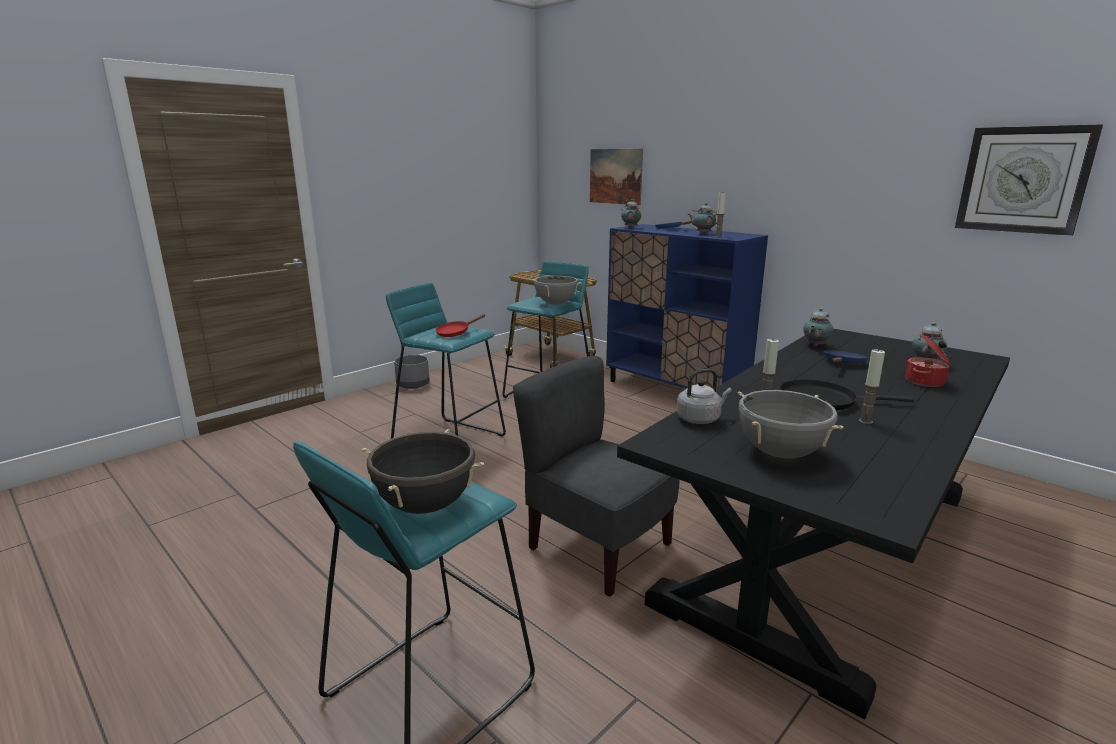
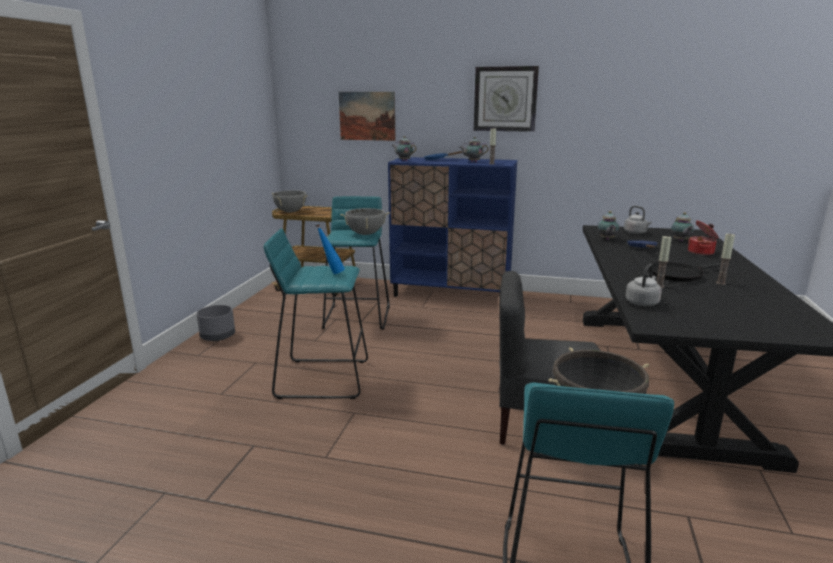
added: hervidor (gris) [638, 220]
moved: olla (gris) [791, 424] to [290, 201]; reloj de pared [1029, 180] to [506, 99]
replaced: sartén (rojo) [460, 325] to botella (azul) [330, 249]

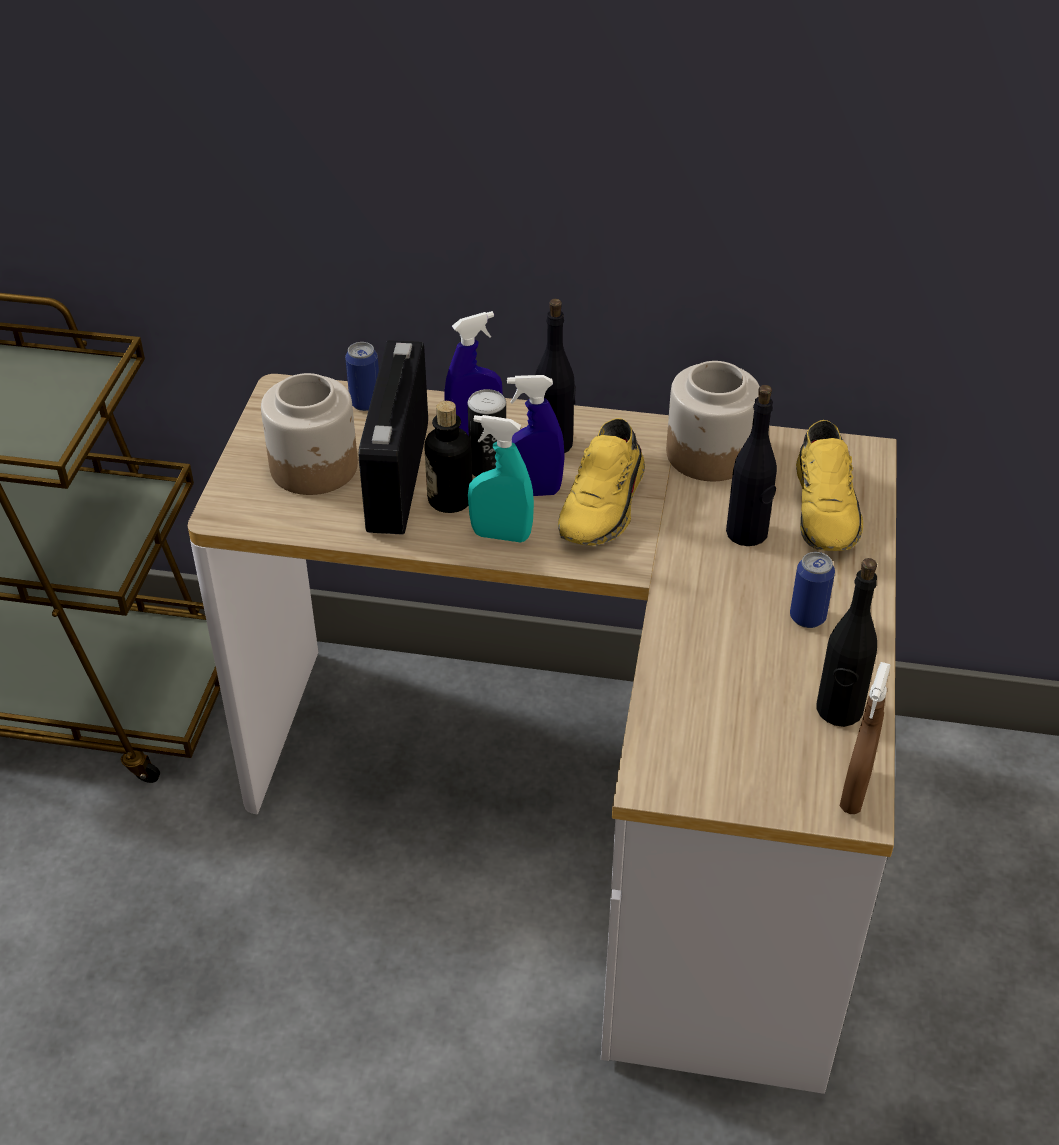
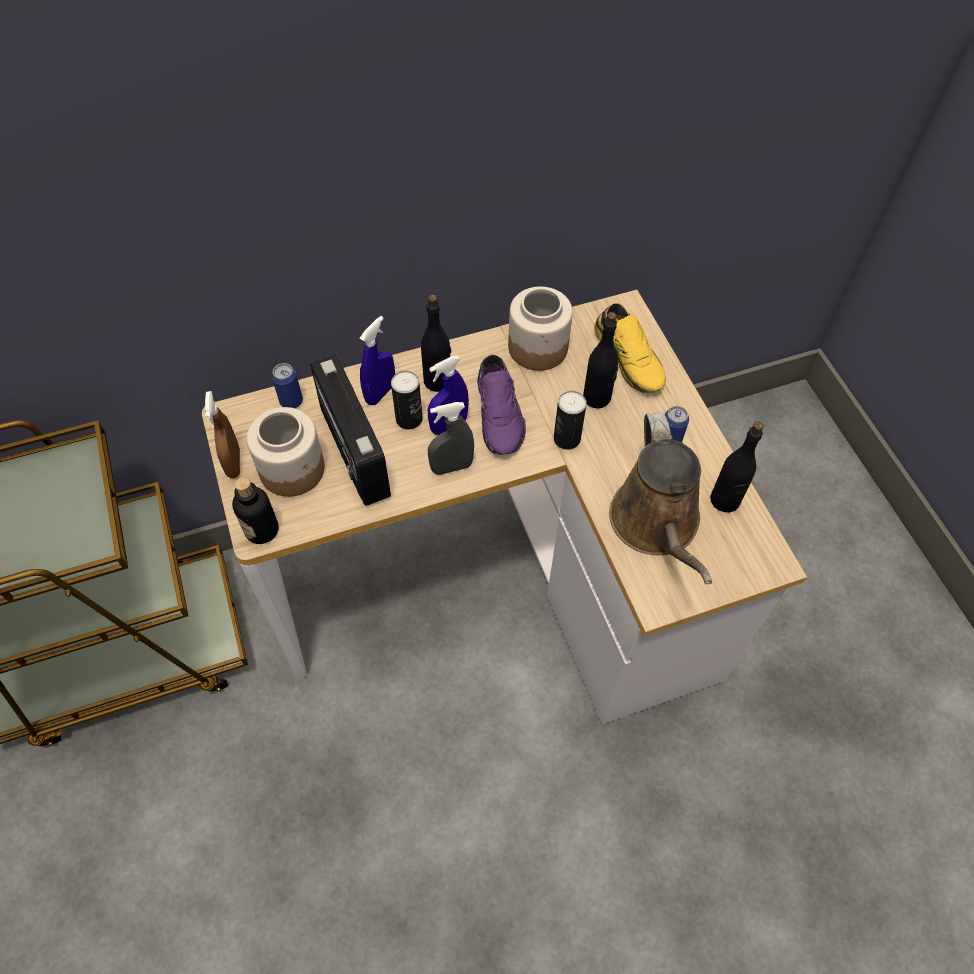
added: lata [570, 420]; regadera (marrón) [660, 498]
moved: botella [448, 457] to [255, 510]; pulverizador (marrón) [865, 738] to [222, 434]
recoloured: pulverizador (turquesa) [501, 479] to pulverizador (gris) [451, 438]; zapato (amarillo) [601, 482] to zapato (morado) [501, 405]

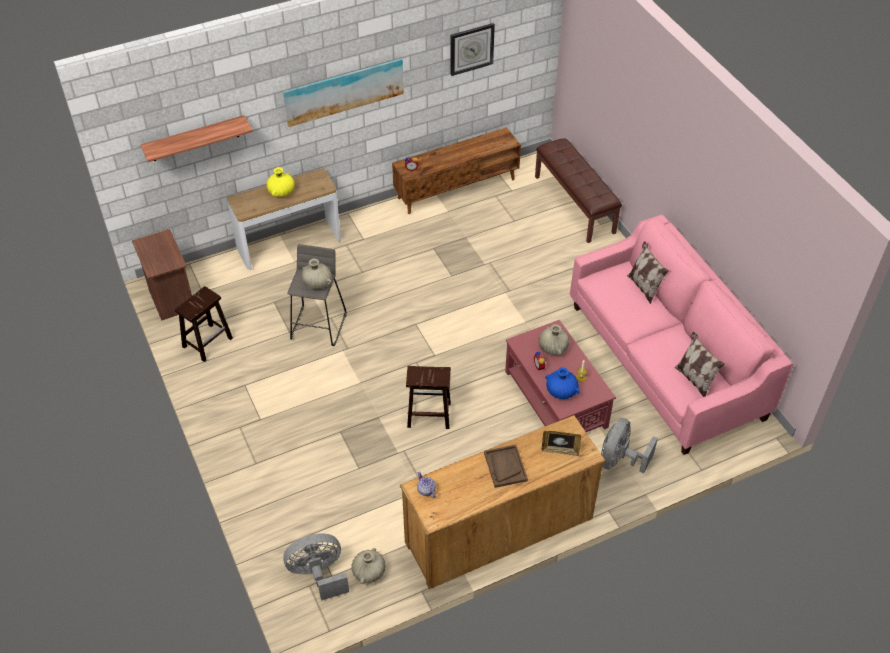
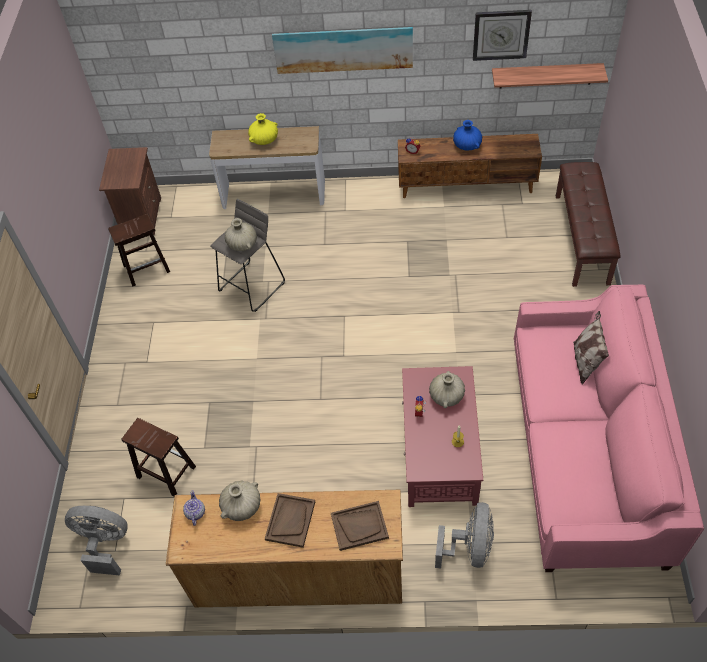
removed: cojín [699, 364]
moved: estante [196, 138] to [550, 75]; florero (beis) [368, 566] to [239, 501]; taburete (marrón) [428, 397] to [158, 457]; florero (azul) [563, 383] to [467, 135]
replaced: portarretratos [561, 443] to bandeja (marrón) [360, 526]
turned: ventilador (gris) [629, 445] = [464, 535] 135 degrees clockwise

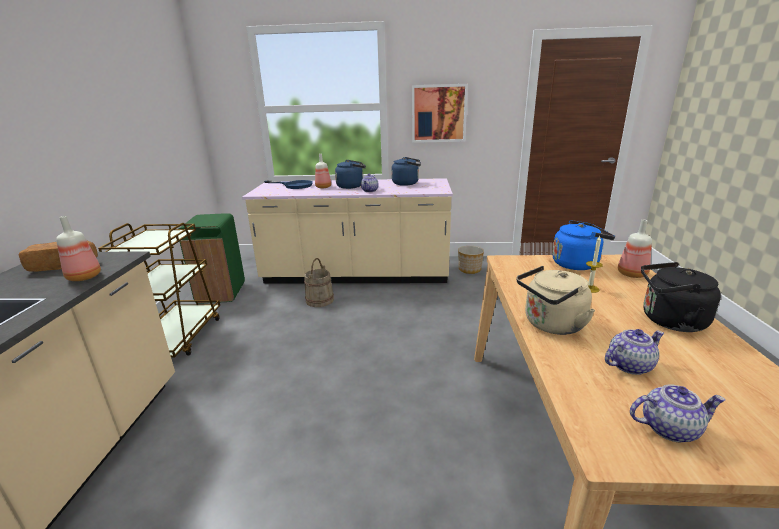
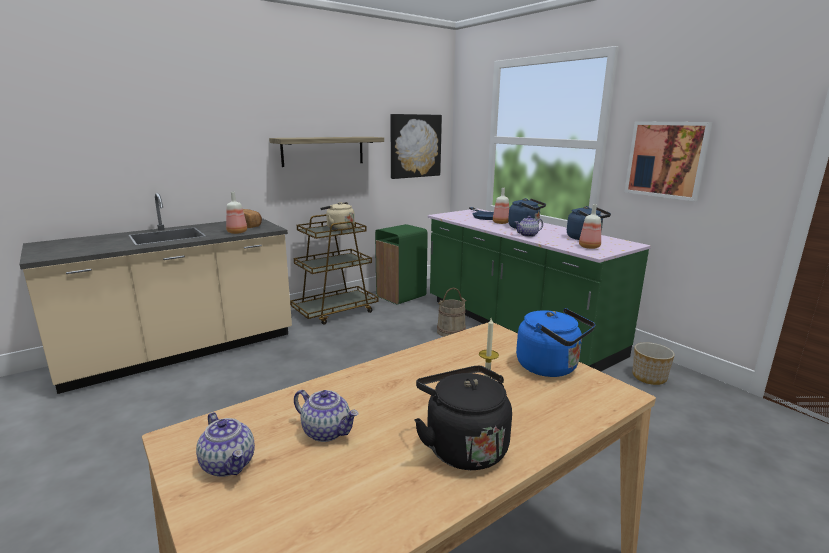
added: estante [326, 152]; cuadro [416, 146]
moved: hervidor (beis) [555, 300] to [337, 216]; botella [635, 249] to [590, 226]
recoloured: mueble bajo de cocina (beis) [347, 231] to mueble bajo de cocina (verde) [539, 290]

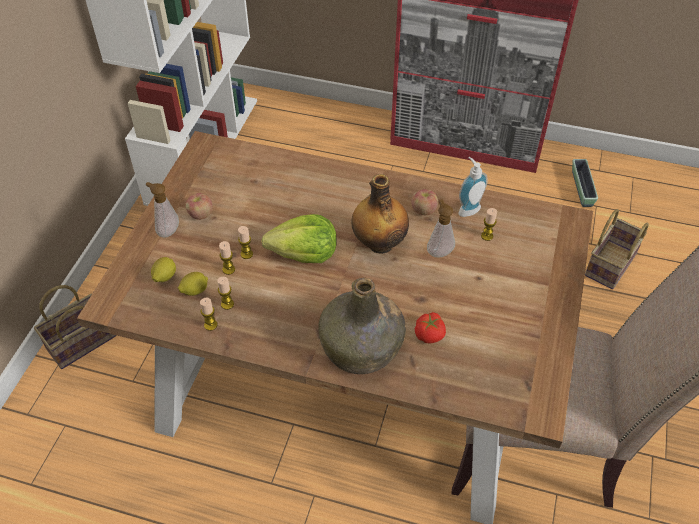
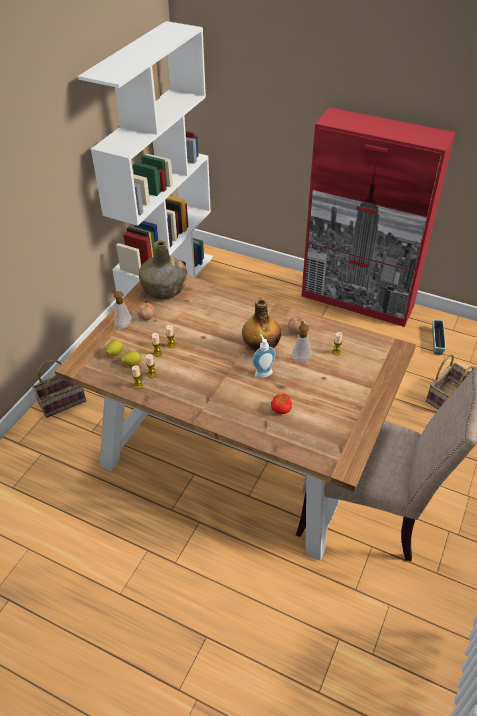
removed: lechuga [298, 238]
moved: botella (verde) [362, 326] to [163, 269]; dispensador de jabón [473, 187] to [264, 356]

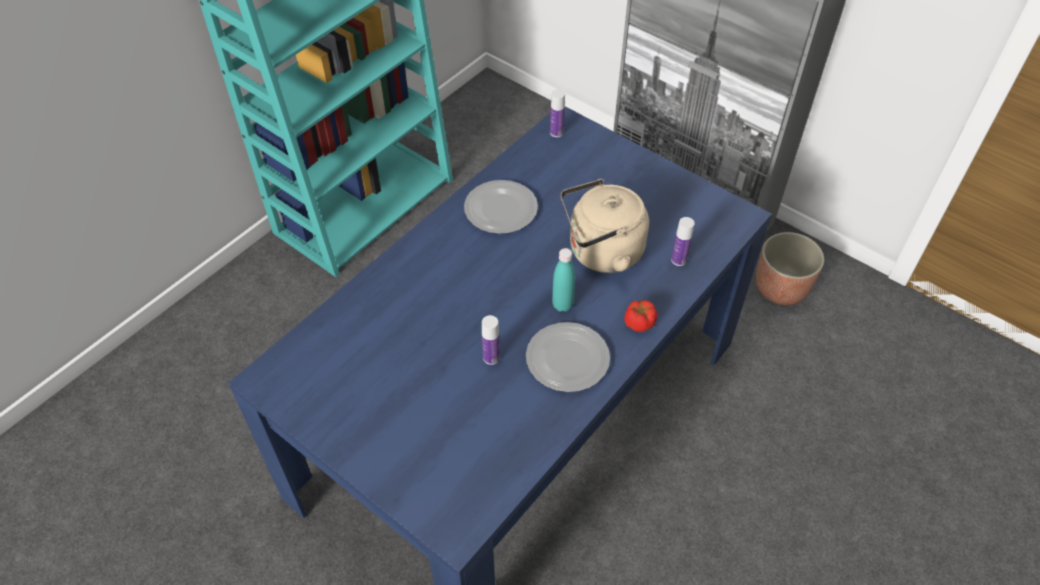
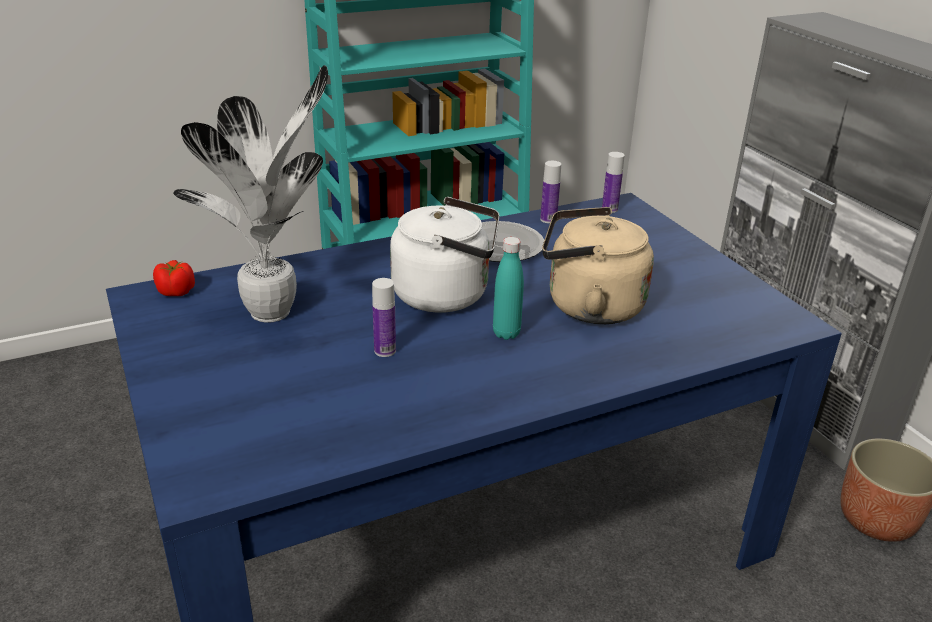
removed: plato [568, 357]
added: planta en maceta [250, 194]; hervidor (blanco) [445, 255]
moved: tomate [641, 316] to [174, 278]; botella [683, 241] to [550, 192]

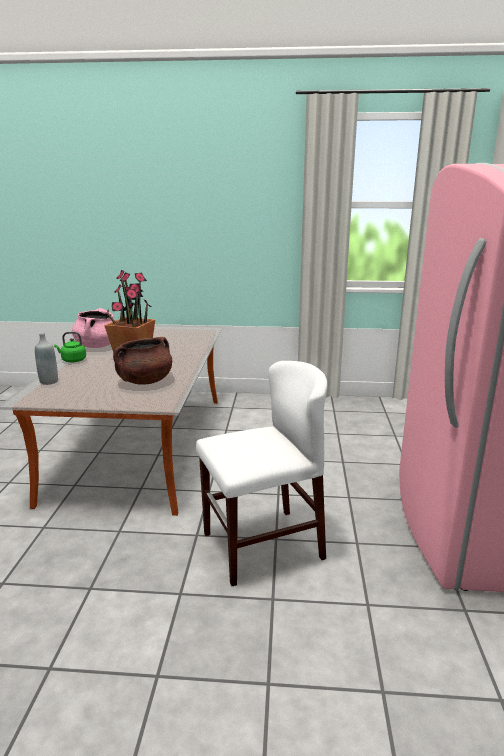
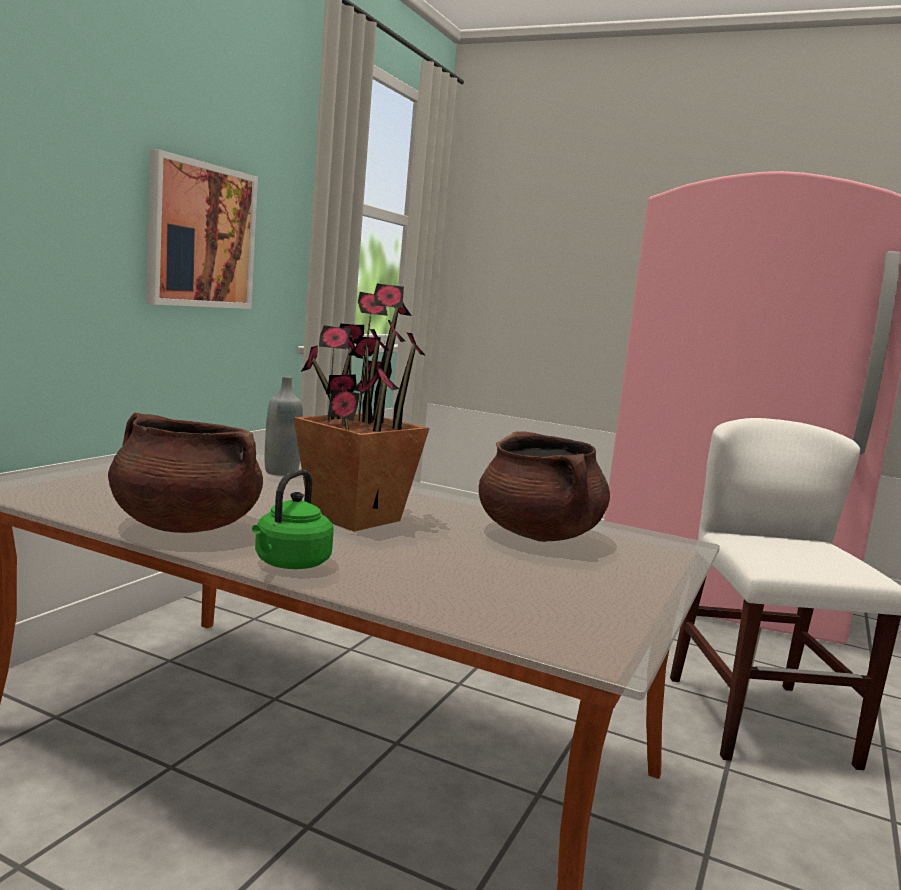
added: cuadro [202, 229]
moved: botella (gris) [46, 359] to [284, 426]
recoloured: olla (rosa) [93, 328] to olla (marrón) [185, 473]

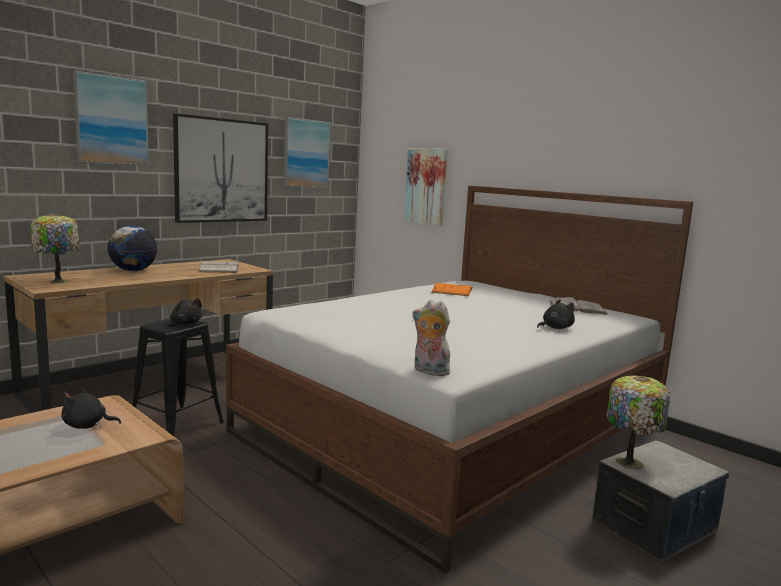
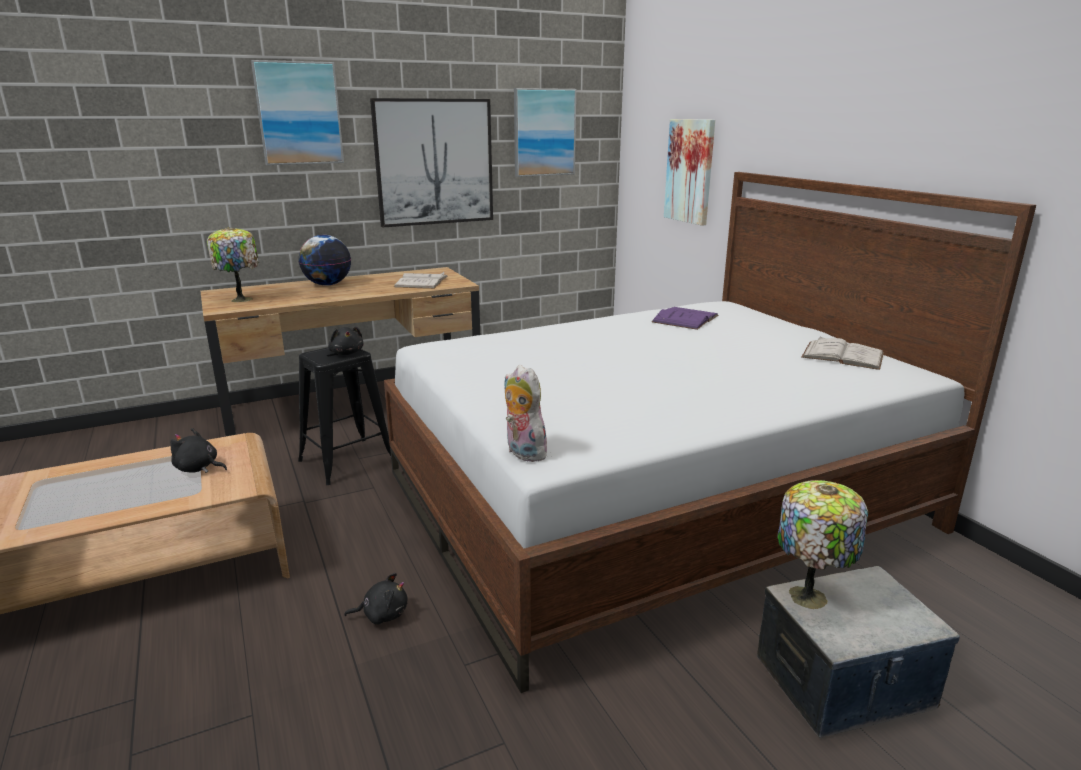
moved: peluche (negro) [556, 314] to [376, 599]
recoloured: libro (naranja) [452, 289] to libro (morado) [685, 318]

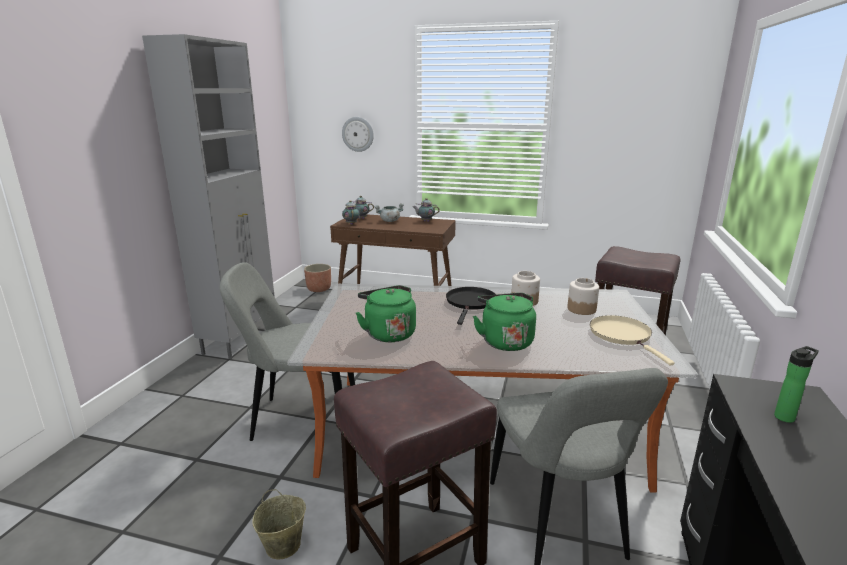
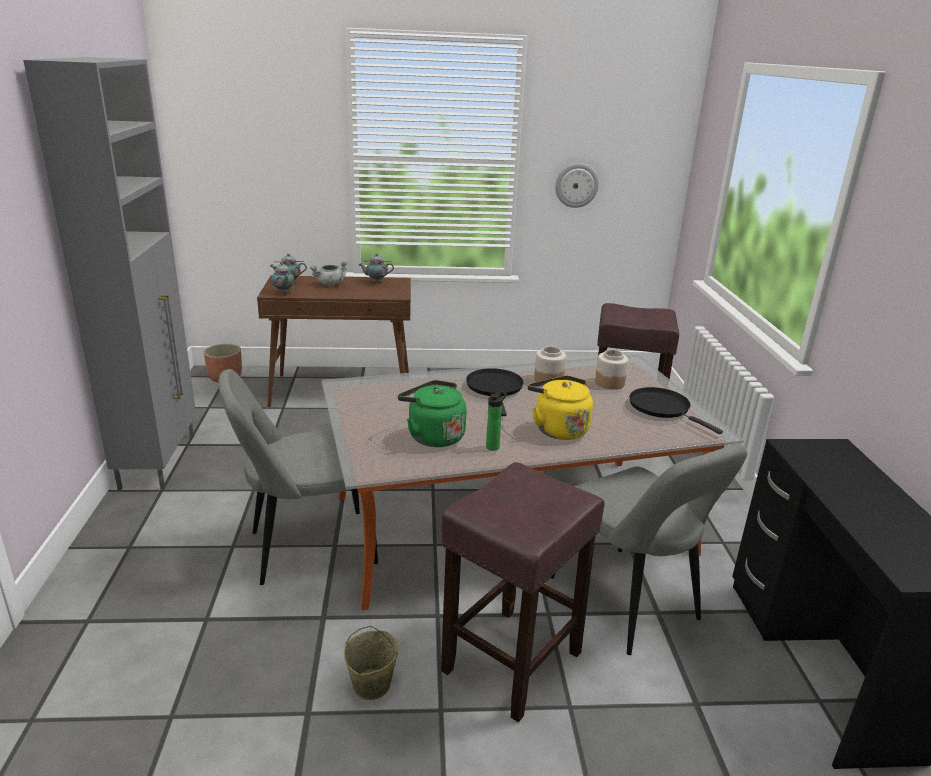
moved: reloj de pared [358, 134] to [577, 185]; botella [796, 384] to [496, 421]
recoloured: hervidor (verde) [504, 322] to hervidor (amarillo) [560, 408]; sartén (beis) [632, 340] to sartén (negro) [676, 410]

